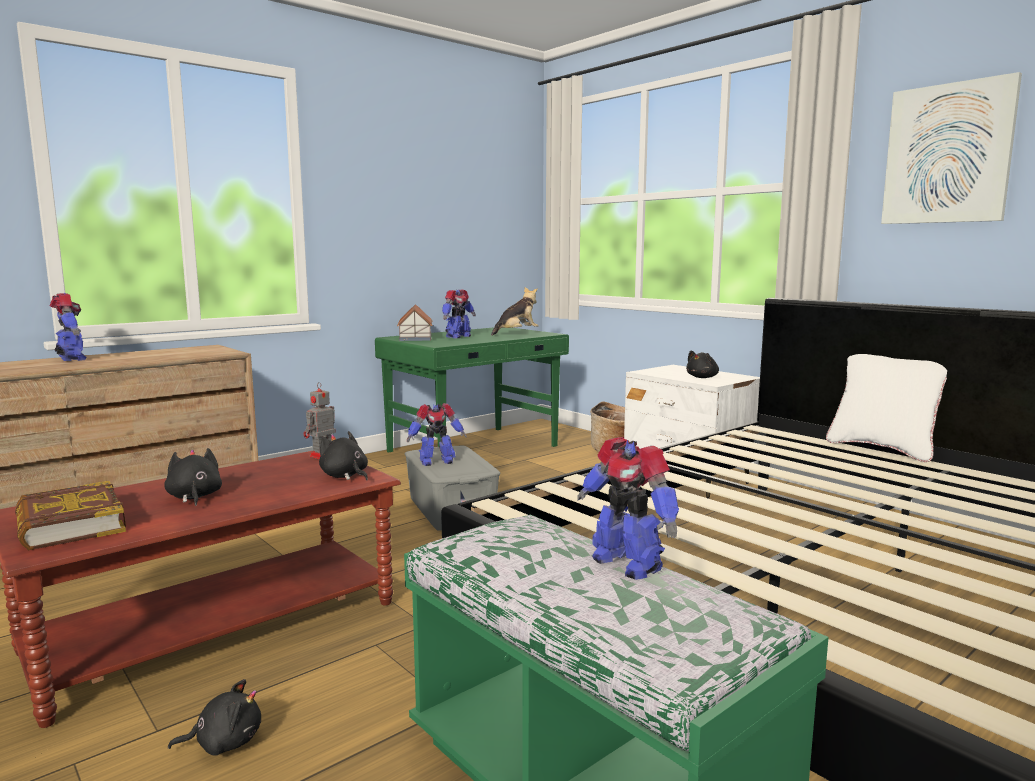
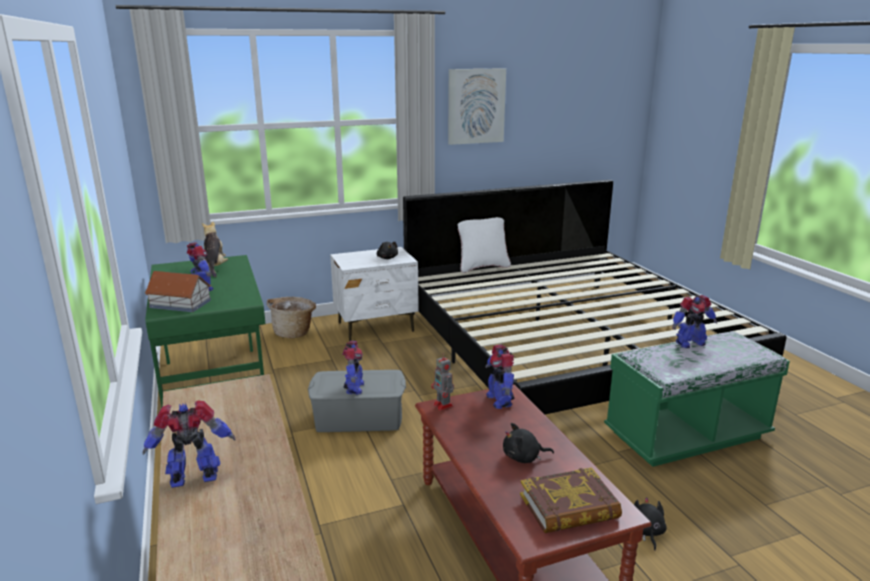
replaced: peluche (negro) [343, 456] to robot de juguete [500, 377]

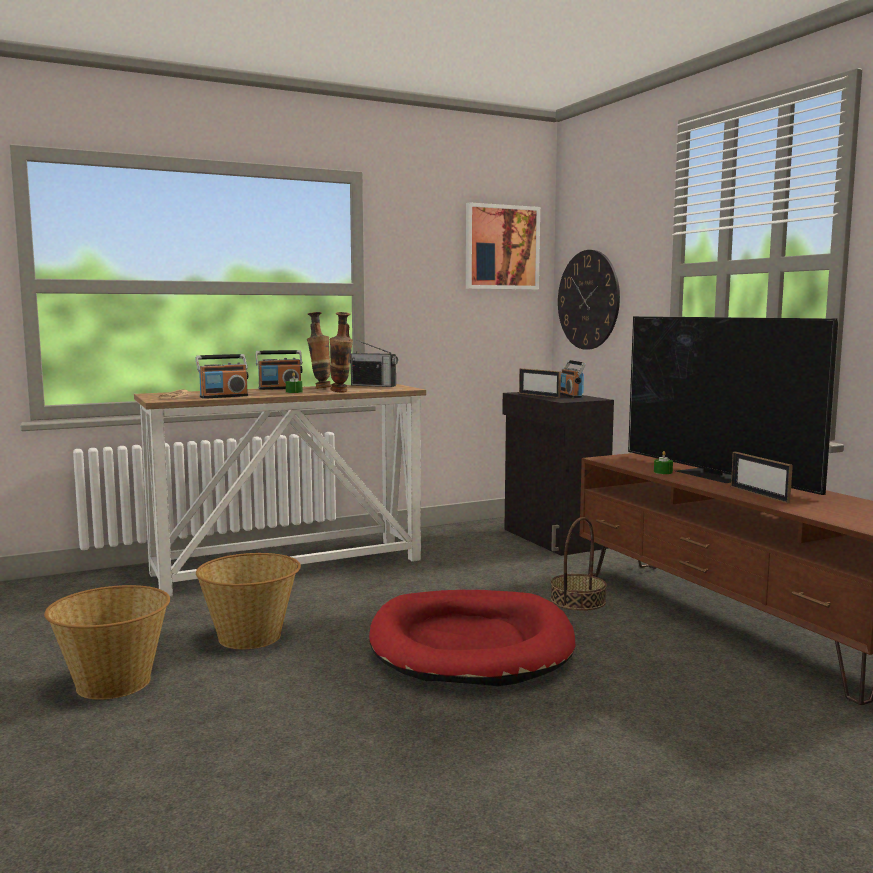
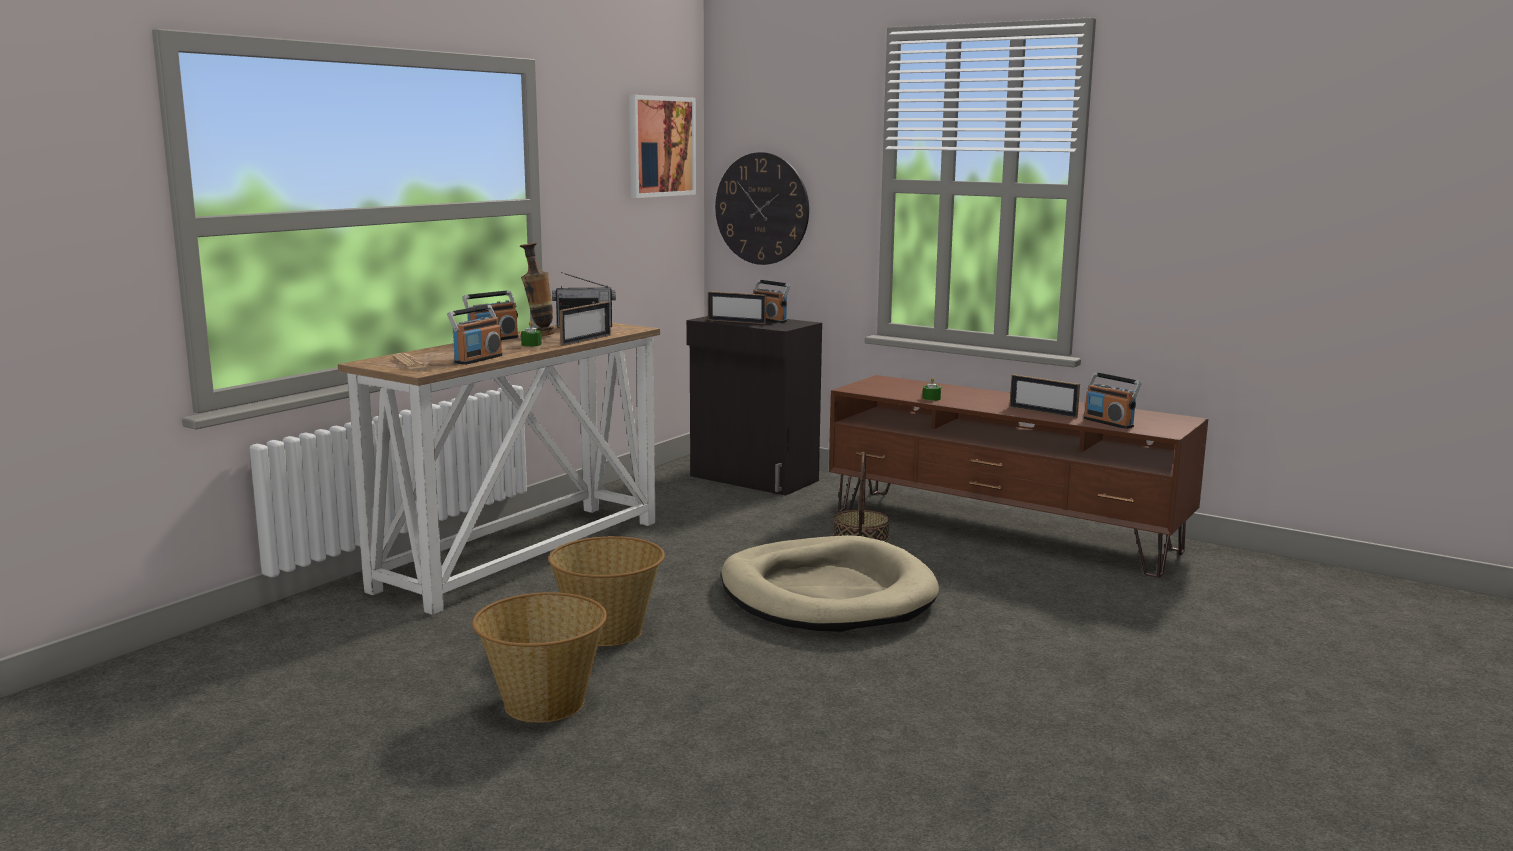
removed: televisor [733, 405]
added: radio [1112, 400]
replaced: florero [341, 352] to portarretratos [585, 323]
recoloured: cama para perro (rojo) [472, 638] to cama para perro (beis) [830, 583]

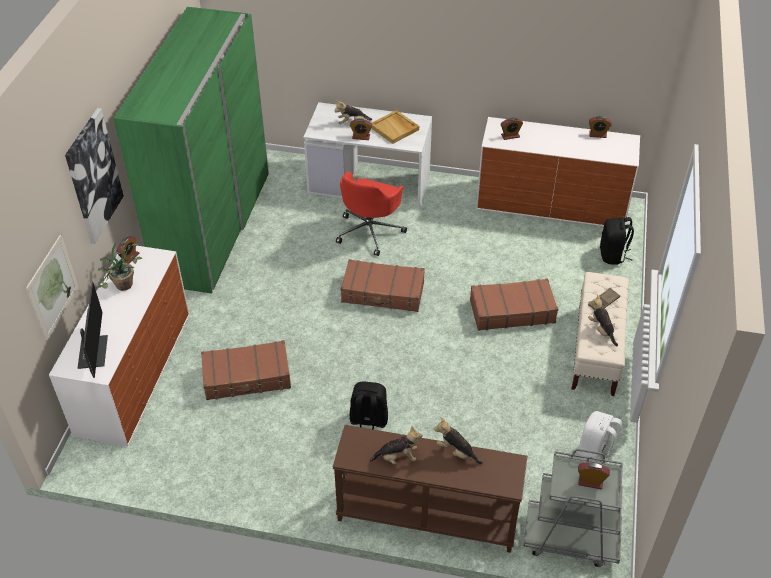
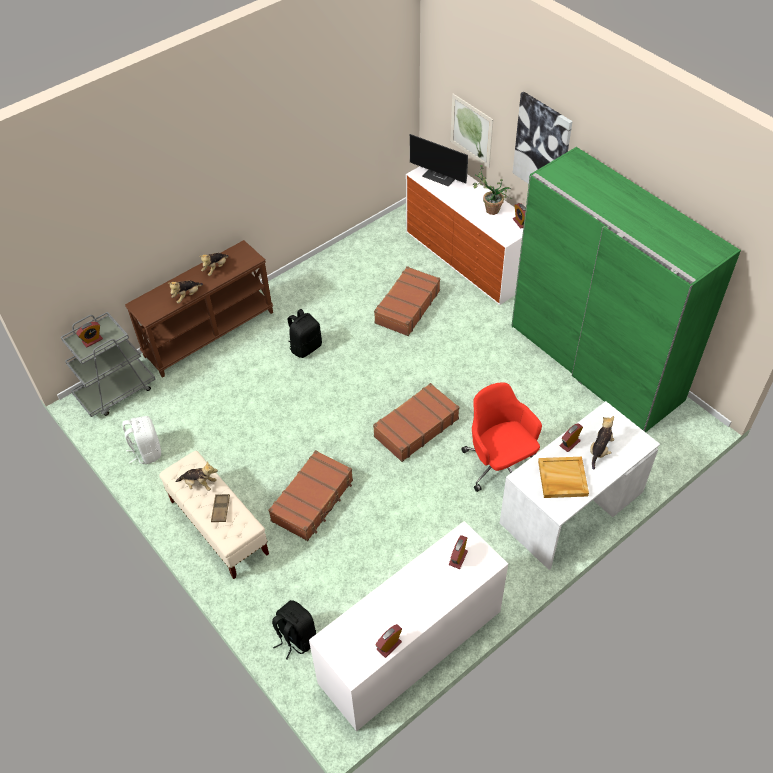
turned: peluche [458, 440] = [185, 292] 150 degrees clockwise

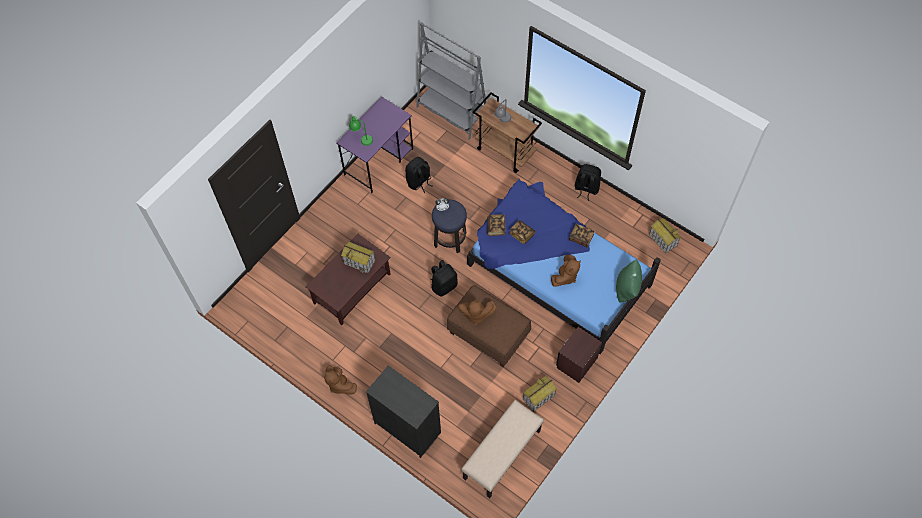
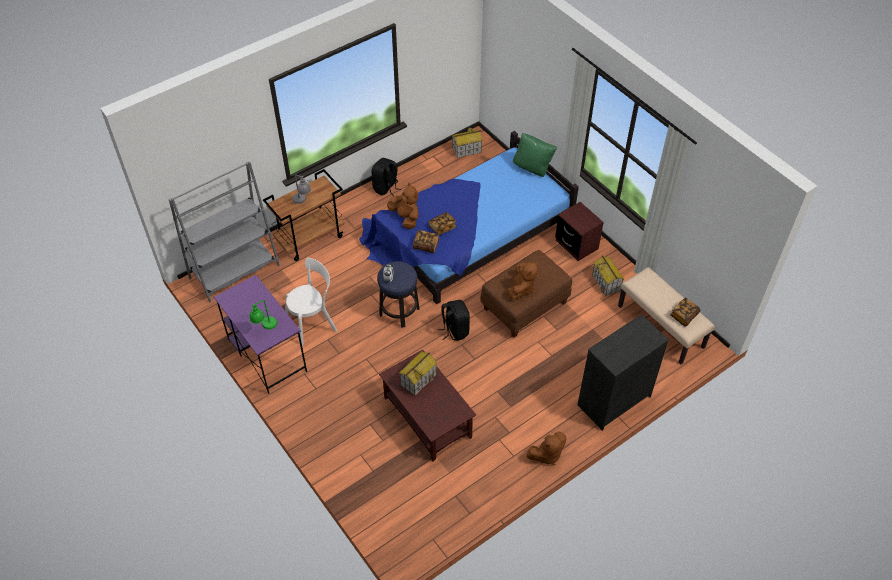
moved: peluche (marrón) [566, 271] to [403, 206]; libro [581, 235] to [685, 312]
replaced: mochila (negro) [419, 175] to silla (blanco) [311, 302]

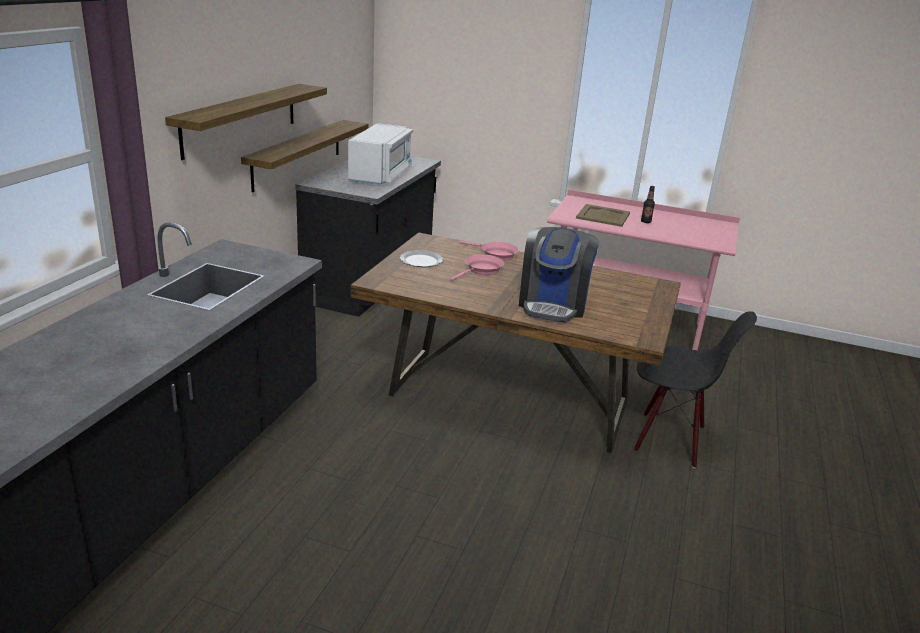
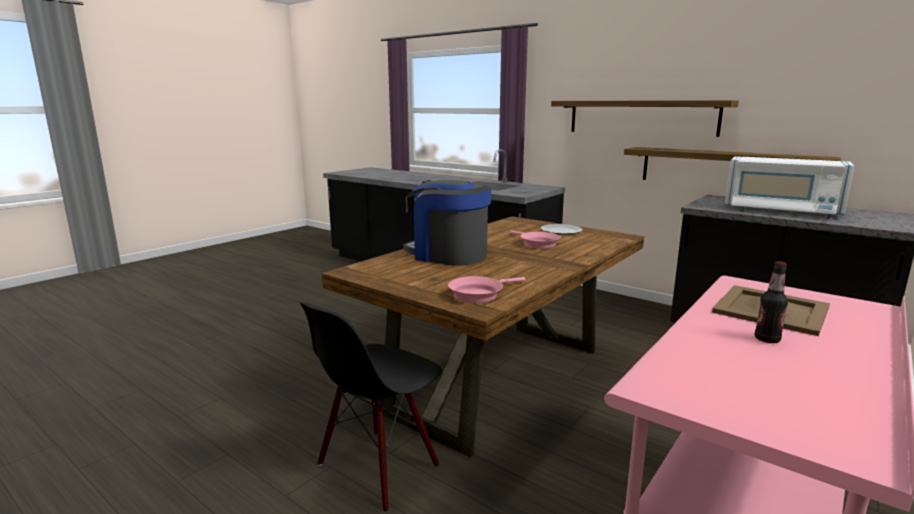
moved: sartén (rosa) [489, 251] to [486, 289]

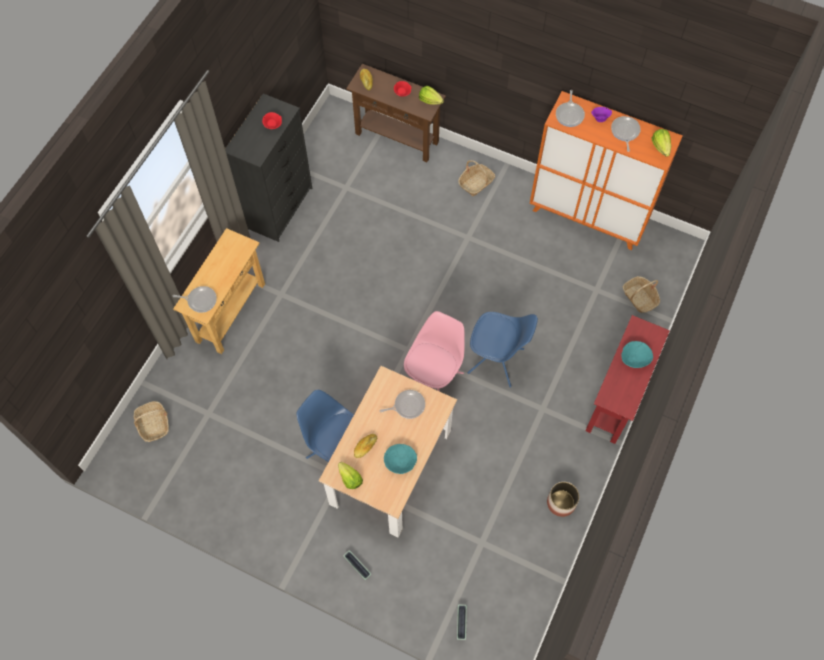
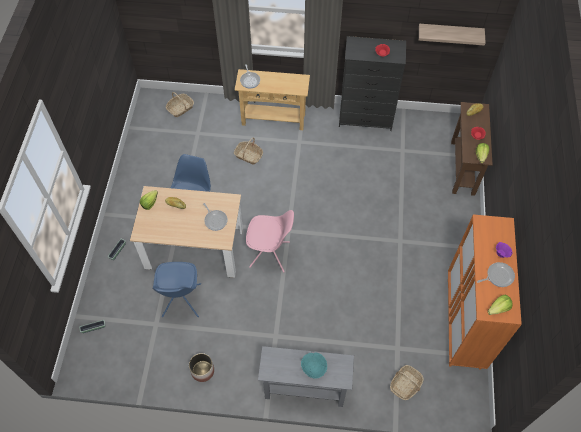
removed: cuenco (turquesa) [400, 459]; sartén [570, 108]
added: estante [452, 35]
moved: cesta [476, 178] to [248, 151]; silla (azul) [503, 350] to [176, 289]
recoloured: mesa consola (rojo) [627, 379] to mesa consola (gris) [306, 376]

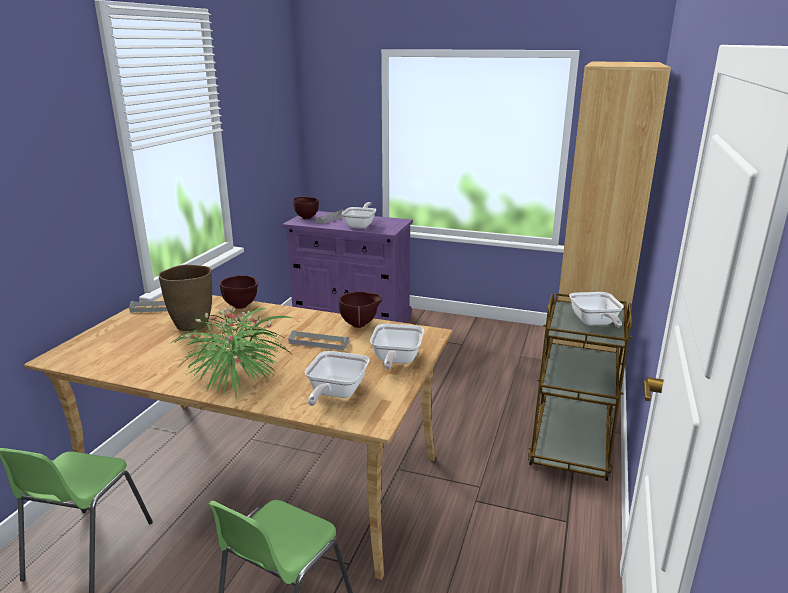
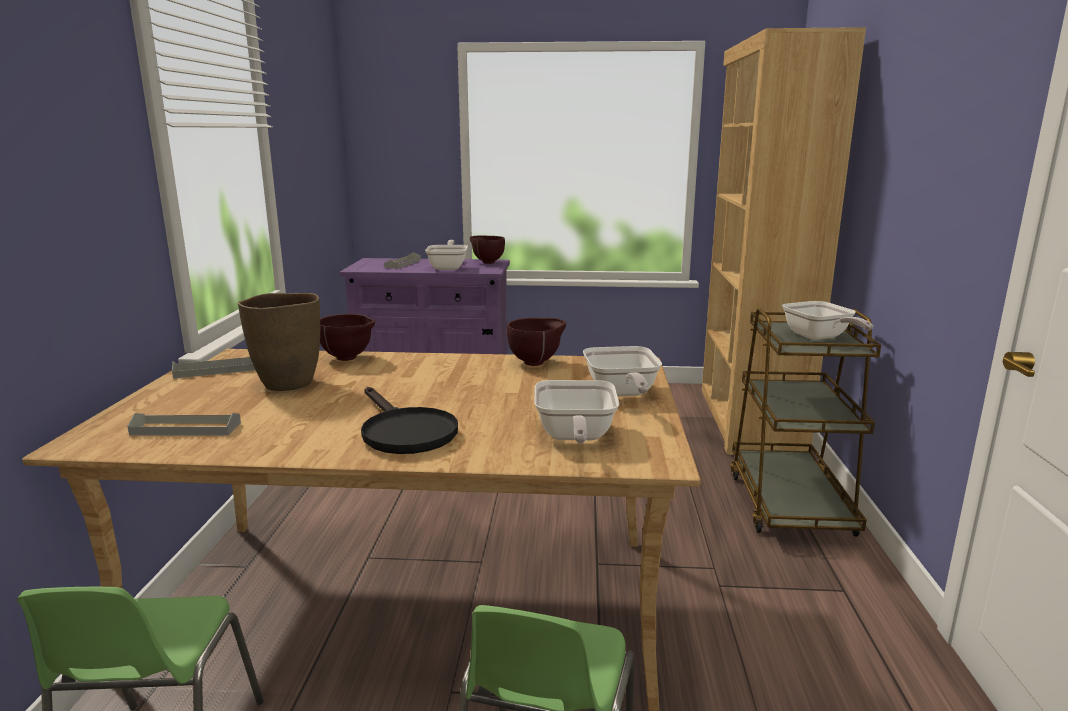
moved: bandeja (gris) [318, 340] to [184, 424]; cuenco (marrón) [306, 208] to [487, 249]
replaced: planta en maceta [231, 352] to sartén (negro) [409, 420]

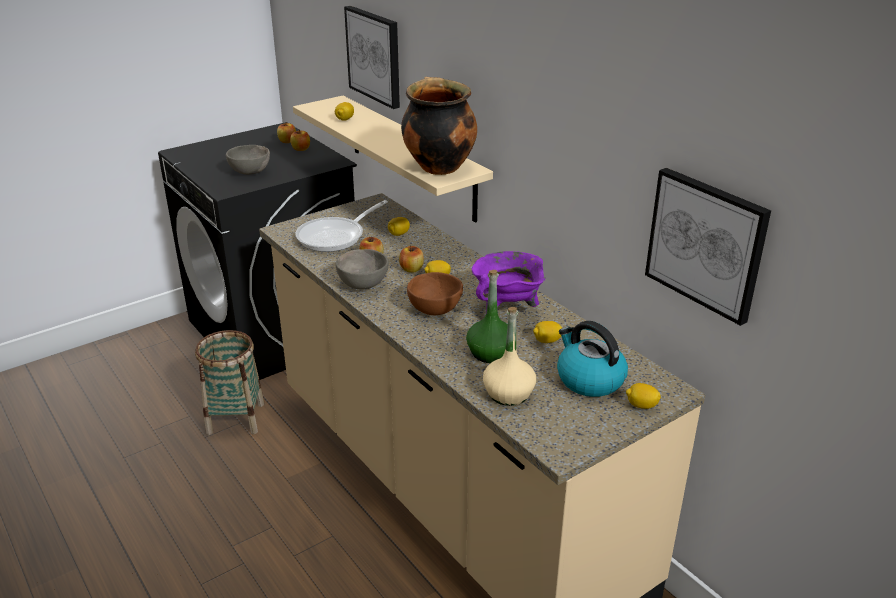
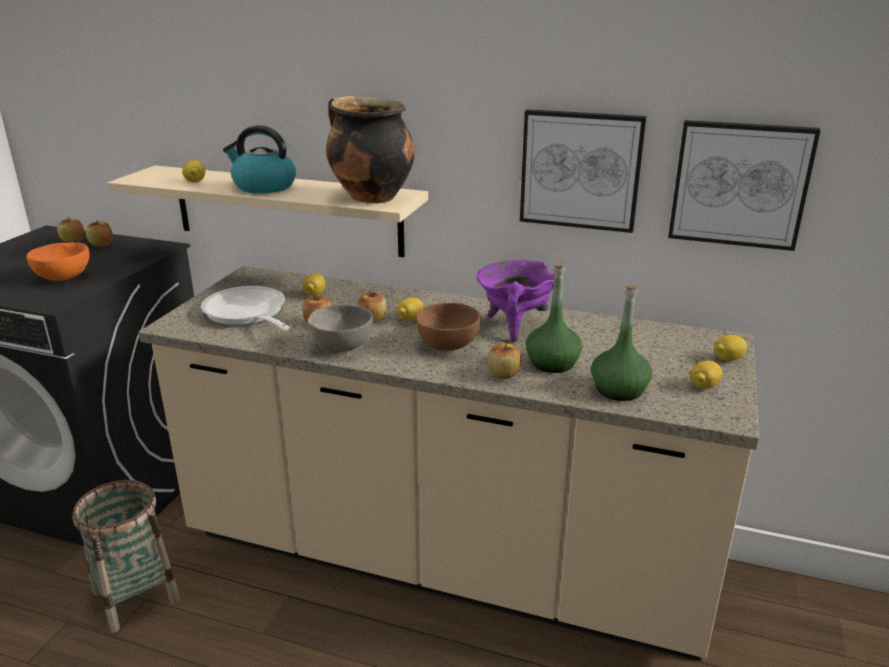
added: manzana [504, 361]
moved: cuadro [372, 57] to [583, 171]; limón [547, 332] to [706, 374]; hervidor [592, 359] to [259, 159]
recoloured: cuenco (gris) [248, 160] to cuenco (naranja) [58, 261]; botella (beis) [509, 356] to botella (verde) [621, 342]
turned: sartén [342, 226] = [245, 308] 135 degrees clockwise

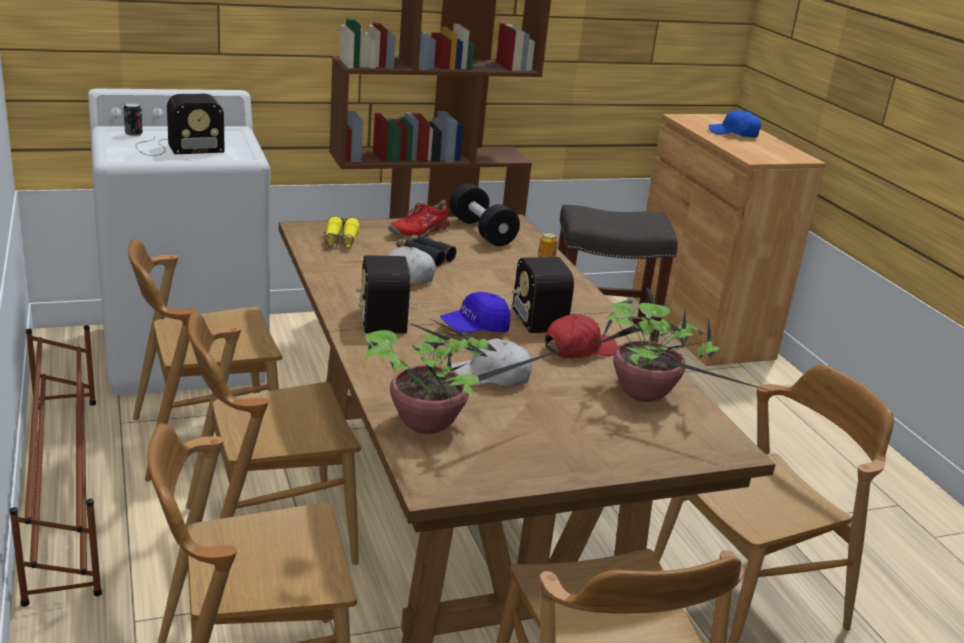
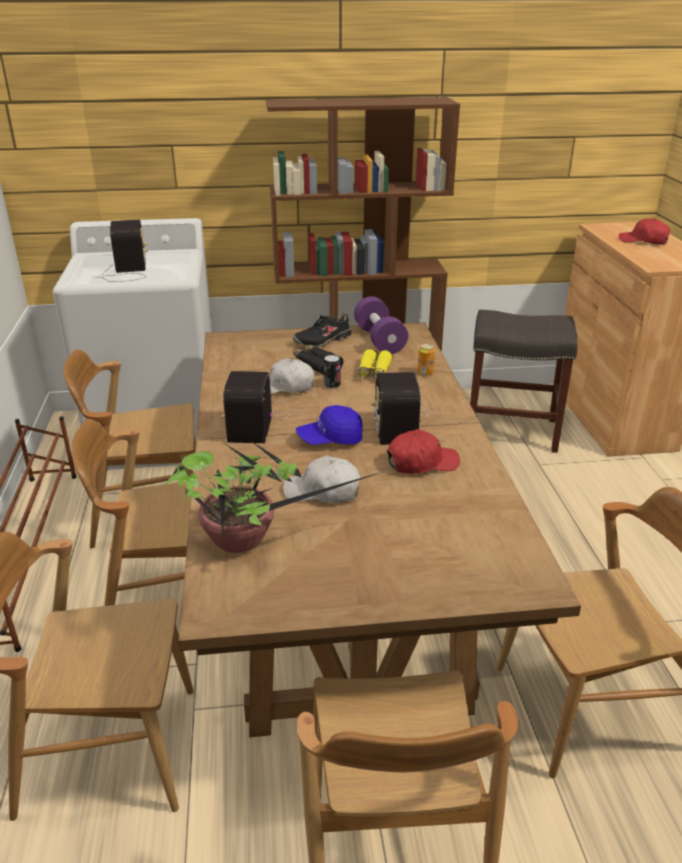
removed: planta en maceta [684, 351]
moved: lata [133, 119] to [332, 372]; prismáticos (amarillo) [342, 232] to [375, 364]
recoloured: zapato (rojo) [420, 219] to zapato (negro) [322, 329]; mancuerna (negro) [485, 215] to mancuerna (morado) [381, 325]; gorra (azul) [735, 124] to gorra (rojo) [644, 232]
turned: radio [180, 125] = [124, 251] 90 degrees counterclockwise

